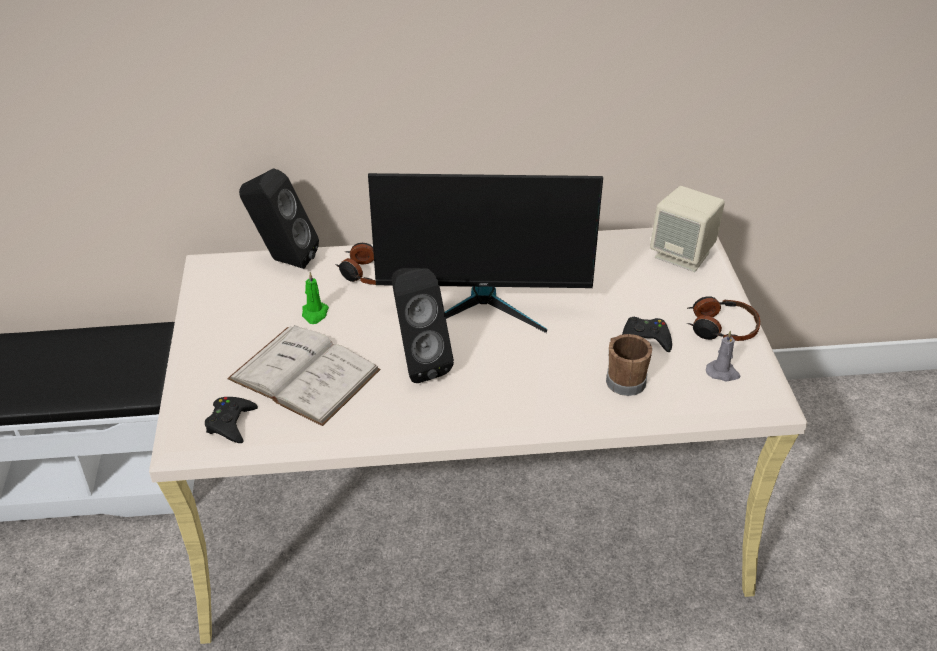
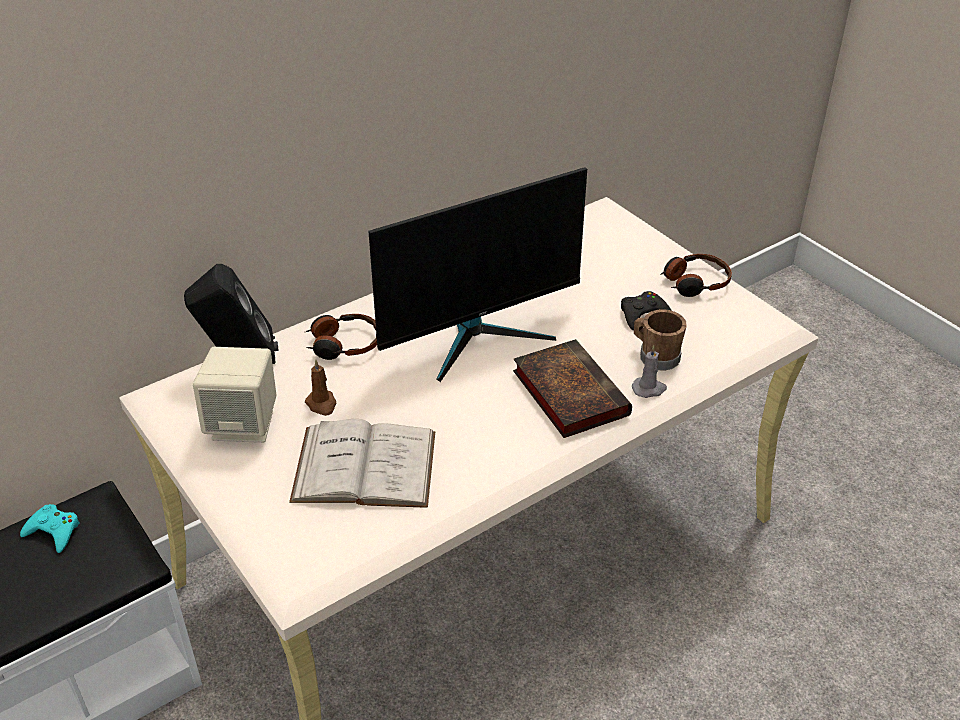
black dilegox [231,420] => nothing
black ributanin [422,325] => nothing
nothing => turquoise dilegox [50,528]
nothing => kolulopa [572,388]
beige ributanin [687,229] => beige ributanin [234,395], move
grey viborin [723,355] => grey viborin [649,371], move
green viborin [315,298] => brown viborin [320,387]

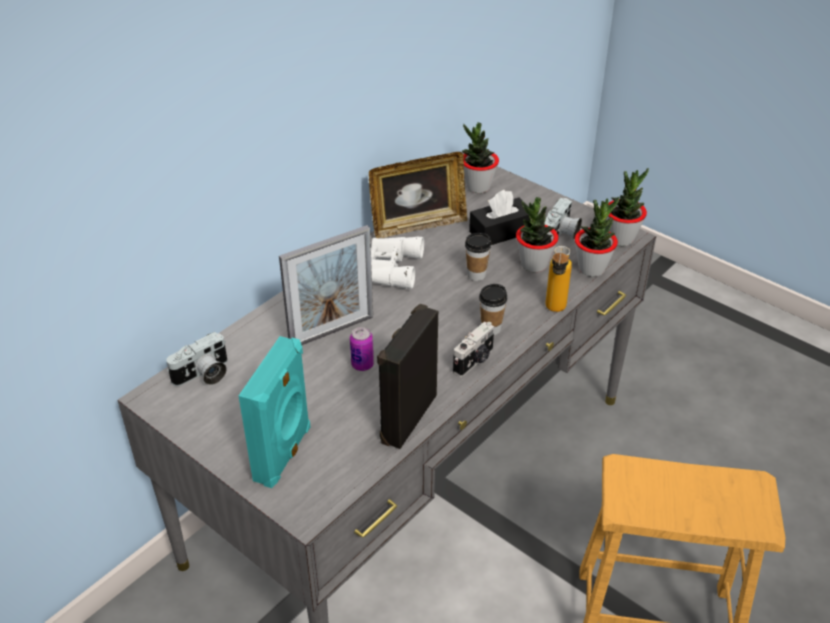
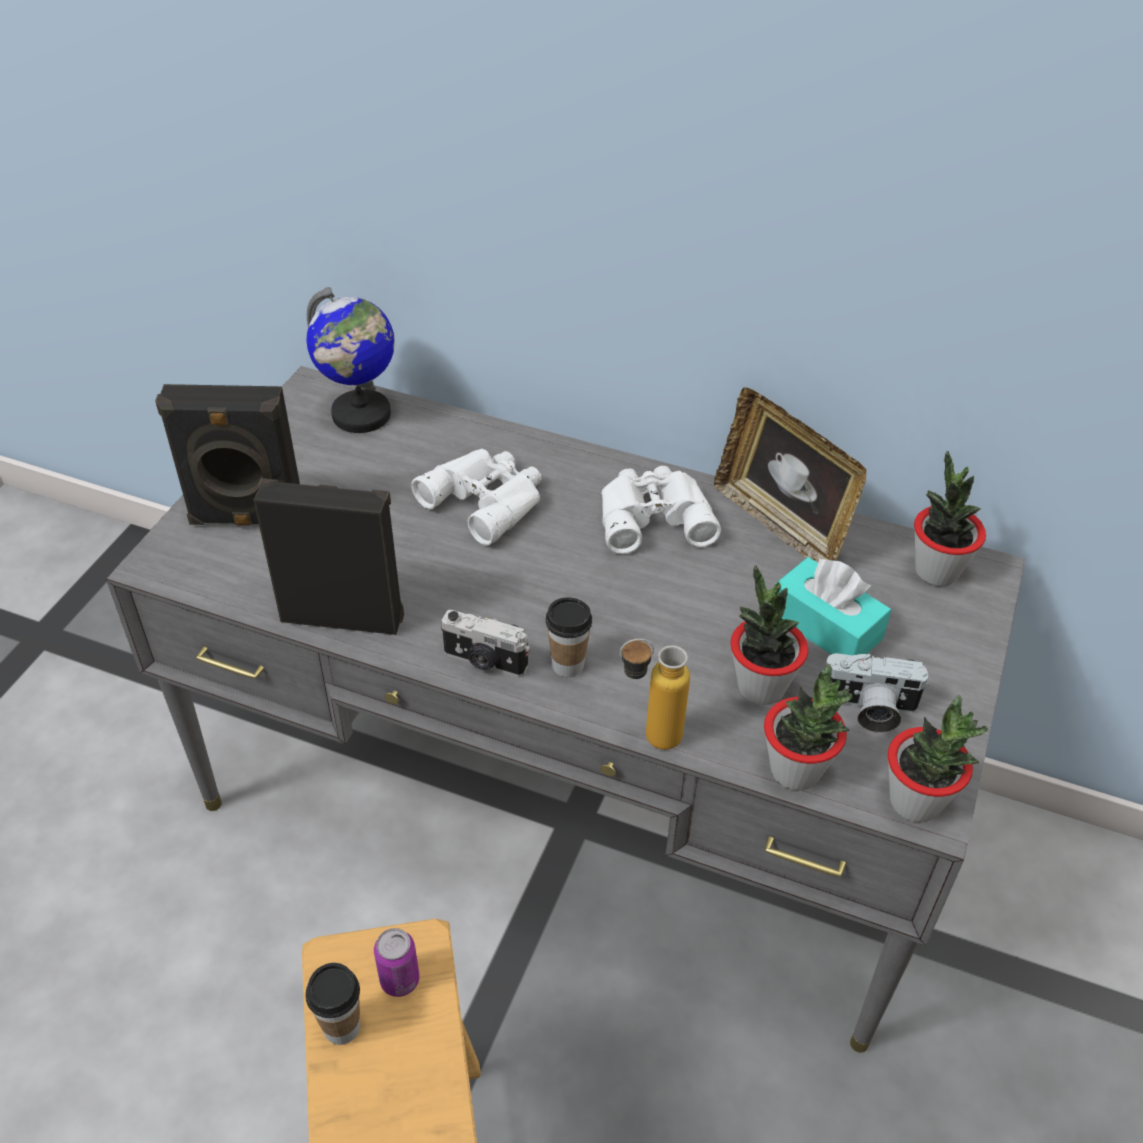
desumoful [362,349] => desumoful [396,962], move
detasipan [478,257] => detasipan [333,1004], move
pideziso [196,359] => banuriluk [350,360]
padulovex [326,285] => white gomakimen [476,497]
turquoise ributanin [275,412] => black ributanin [227,455]
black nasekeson [499,217] => turquoise nasekeson [833,606]

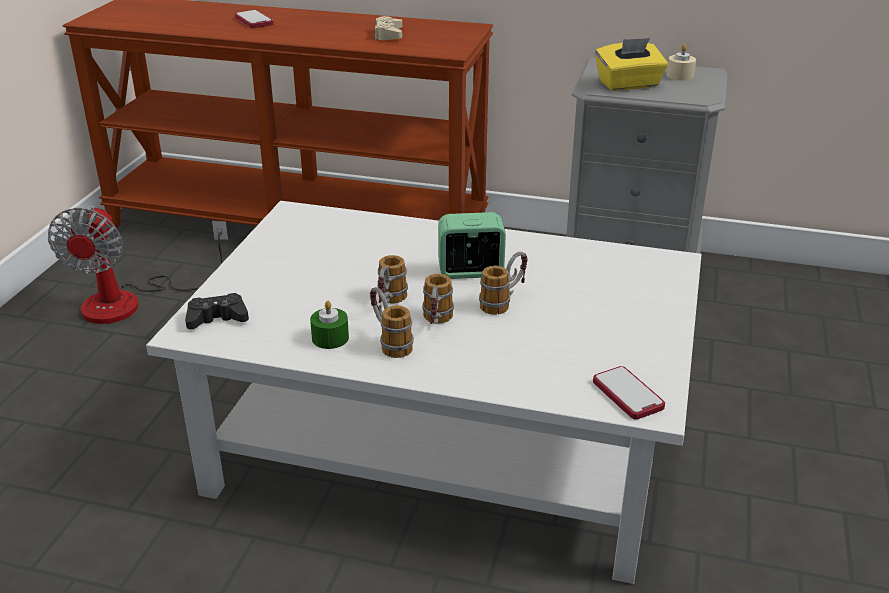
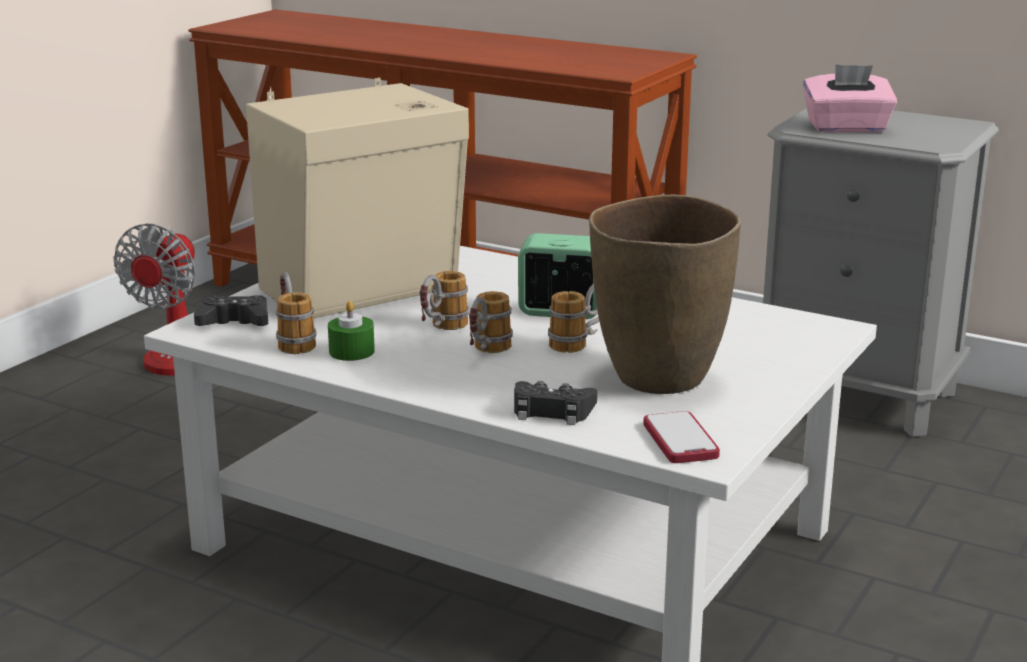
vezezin [254,19] => nothing
beige dilegox [388,28] => nothing
beige viborin [681,62] => nothing
nothing => beige ributanin [357,198]
nothing => black dilegox [555,403]
nothing => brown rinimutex [665,294]
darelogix [392,322] => darelogix [296,313], move
yellow nasekeson [631,64] => pink nasekeson [850,98]

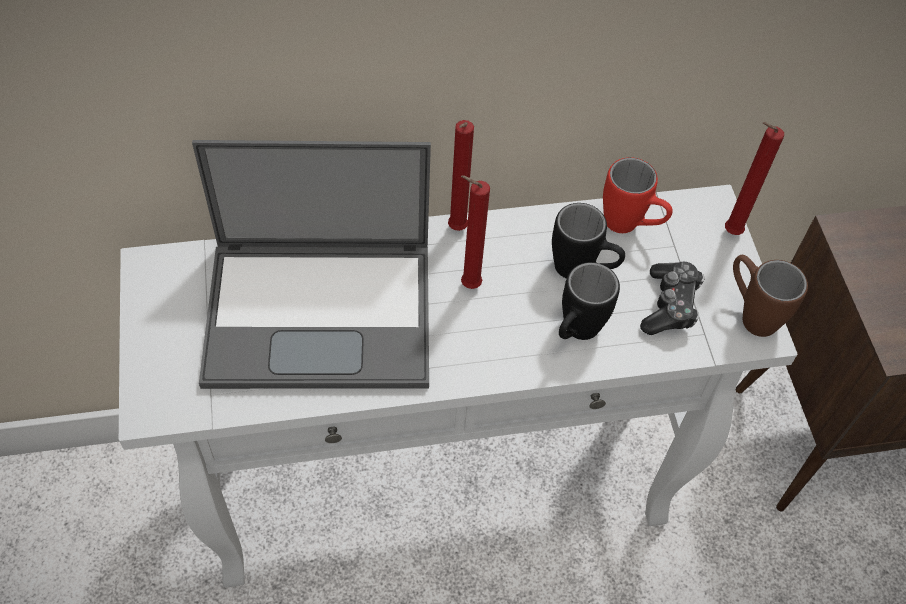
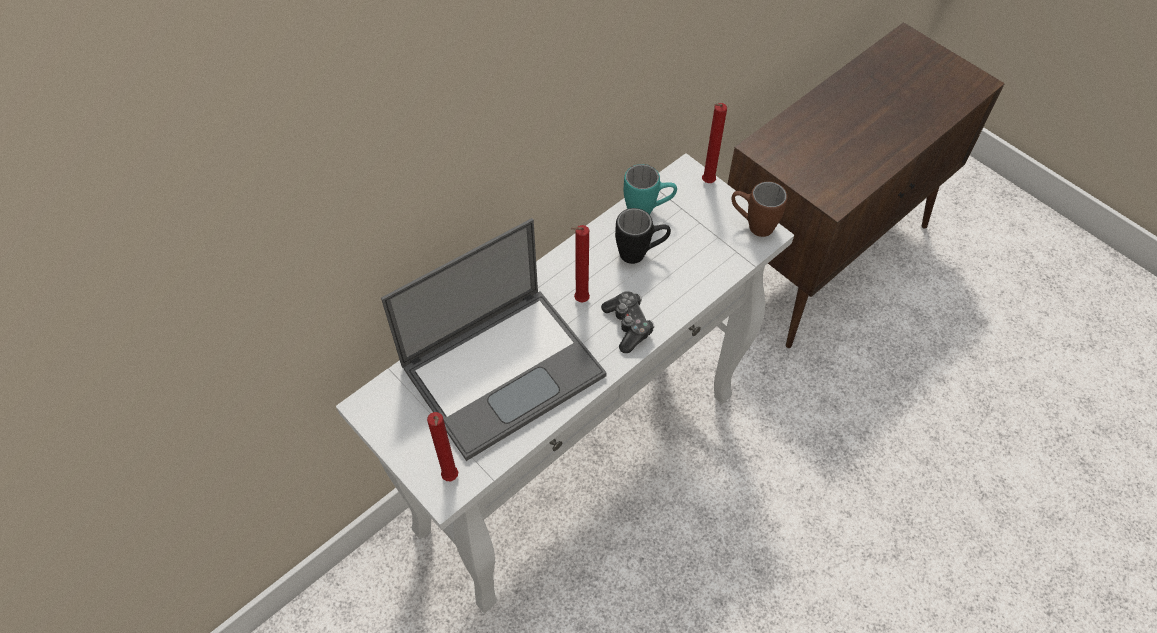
black darelogix [589,301] => nothing
red viborin [461,175] => red viborin [442,446], move
dilegox [672,298] => dilegox [627,322], move
red darelogix [638,195] => turquoise darelogix [650,189]

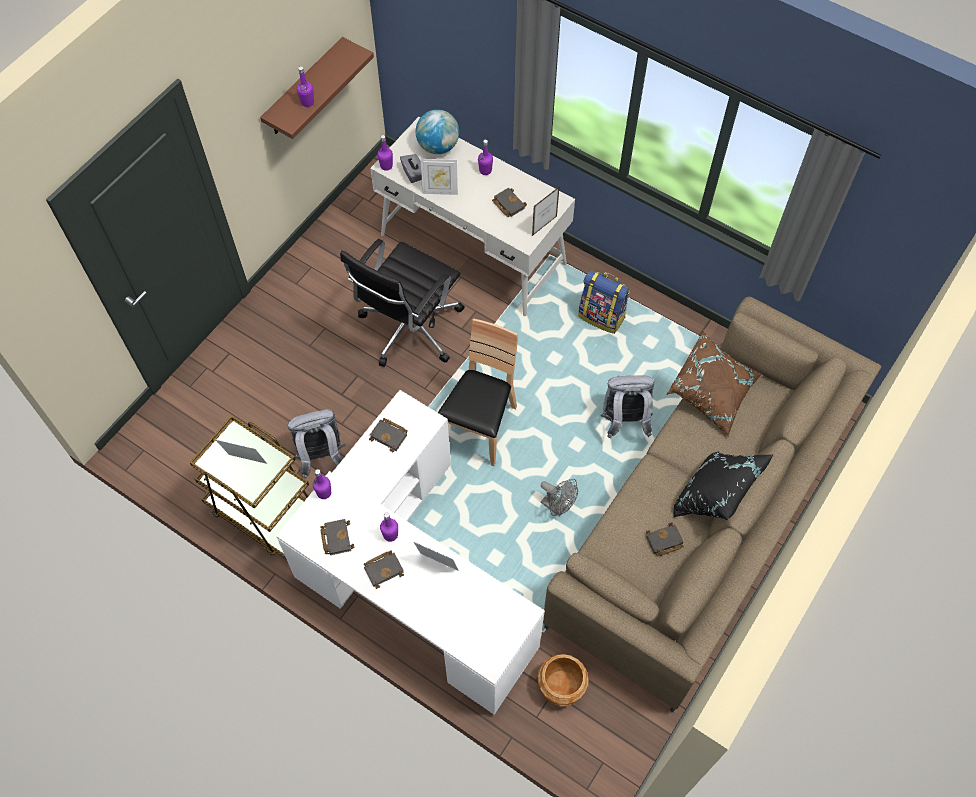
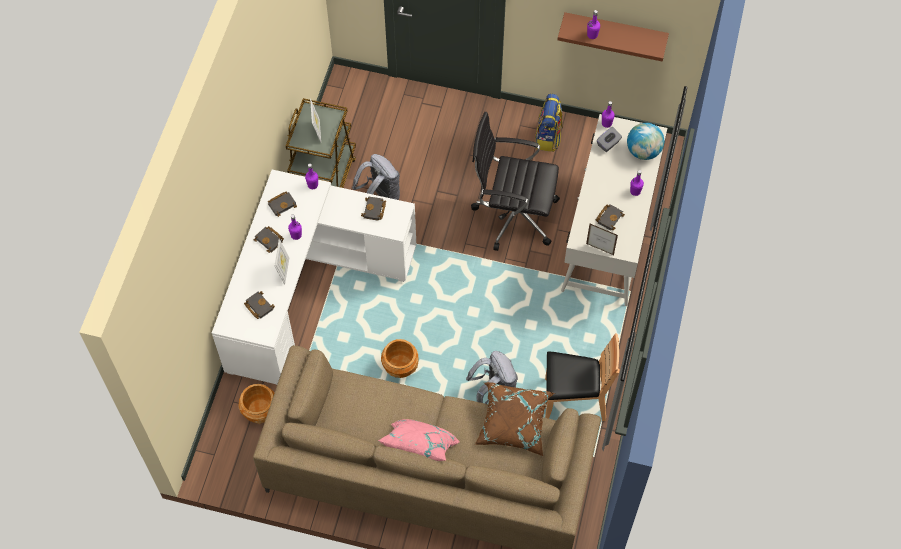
padulovex [439,177] => nothing
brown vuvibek [478,392] => brown vuvibek [582,377], move
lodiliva [604,302] => lodiliva [549,123], move
black kolulopa [665,539] => black kolulopa [259,305], move
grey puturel [559,497] => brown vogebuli [400,358]
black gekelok [724,486] => pink gekelok [418,440]

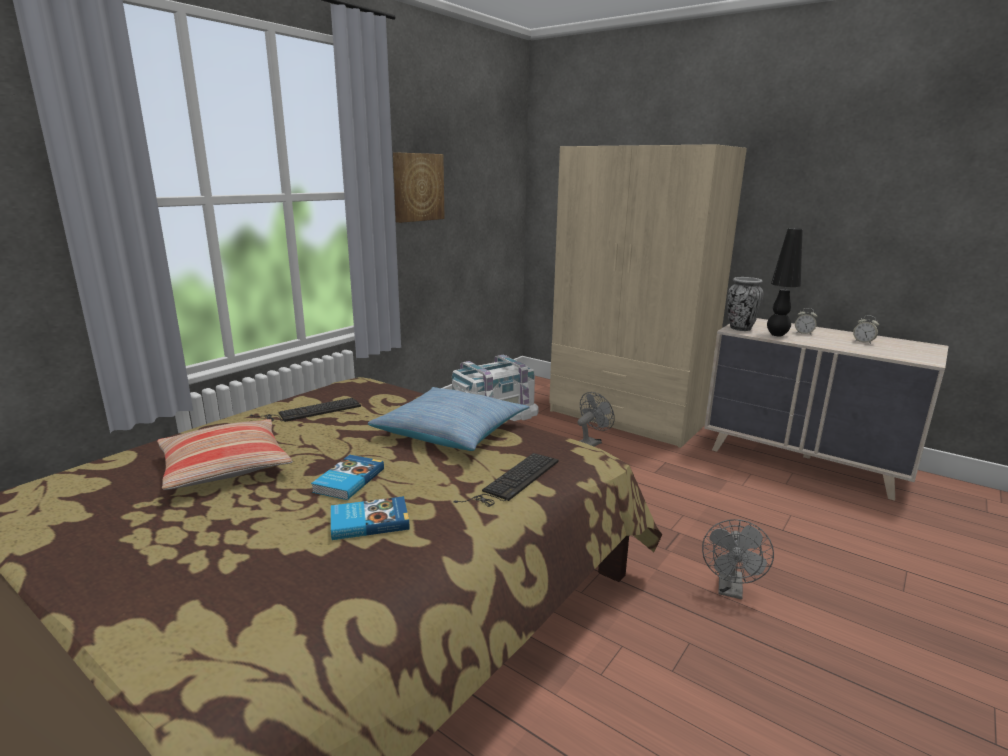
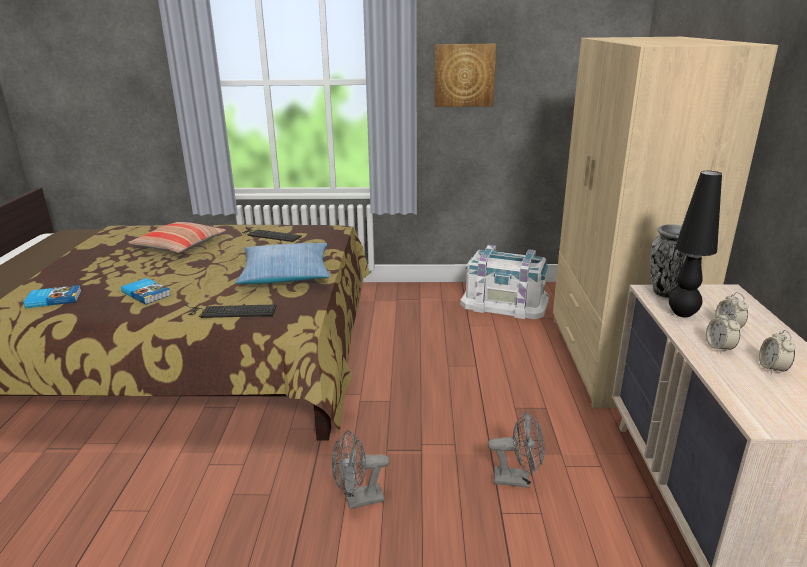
nothing => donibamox [723,332]
kolulopa [347,477] => kolulopa [52,296], move
grey puturel [596,419] => grey puturel [516,450], move

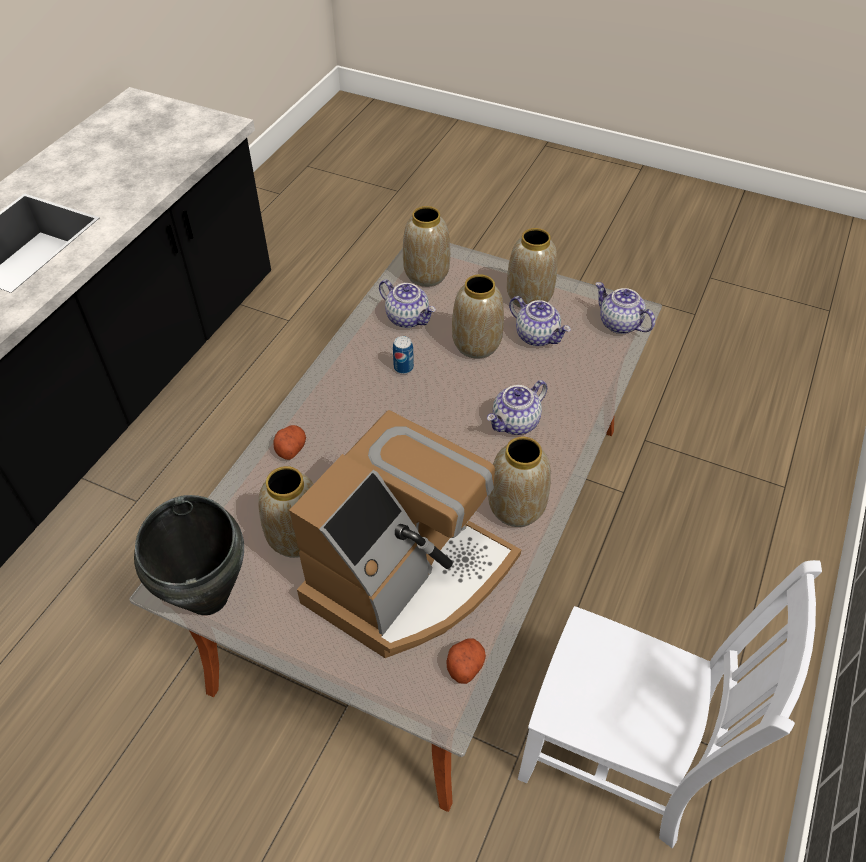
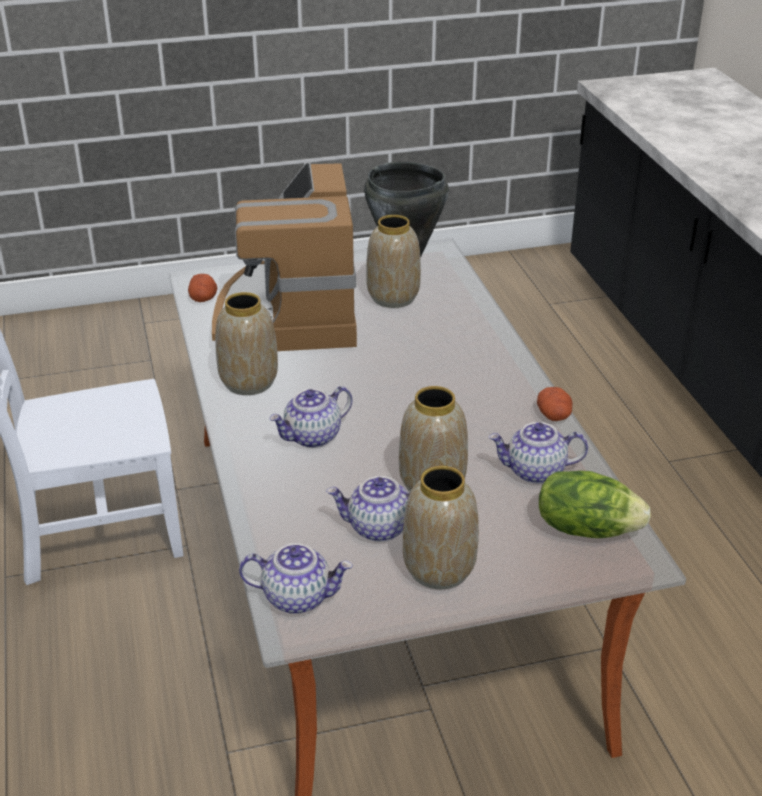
desumoful [403,355] => nothing
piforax [290,442] => piforax [554,404], move
rinimutex [426,246] => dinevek [595,504]
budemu [517,407] => budemu [310,417], 135 degrees counterclockwise

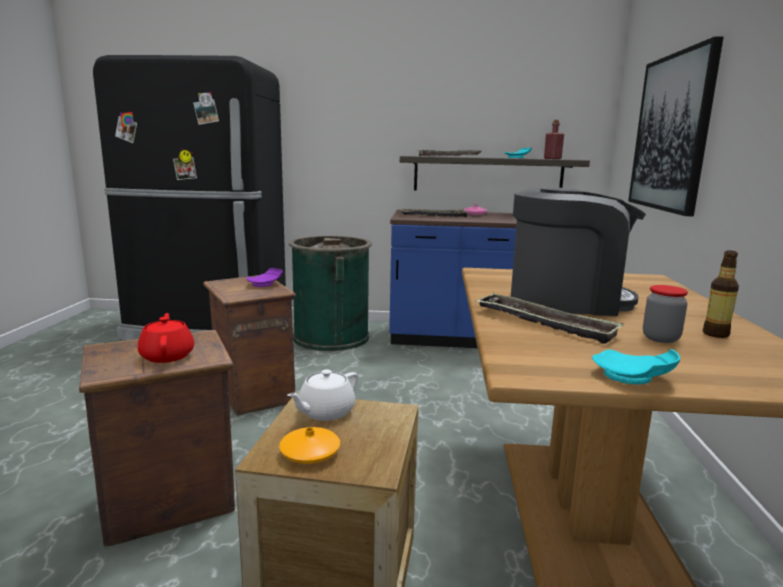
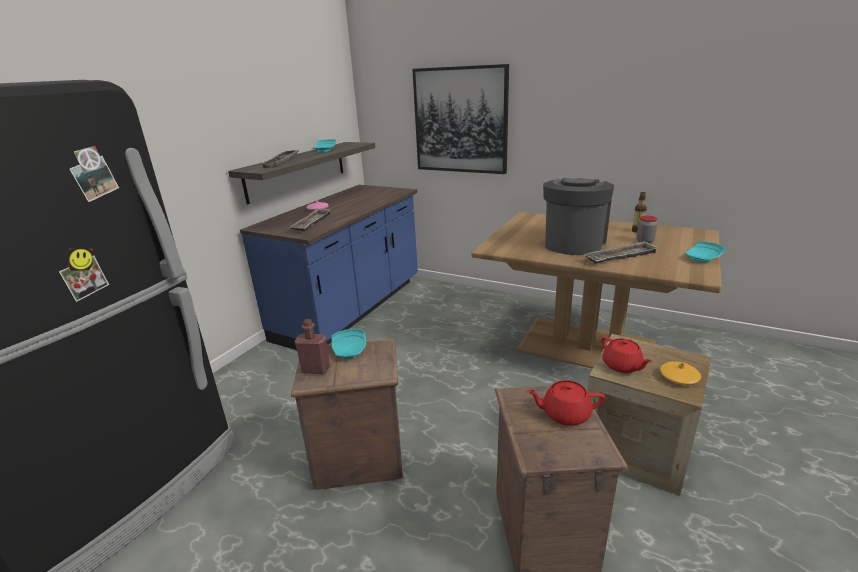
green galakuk [330,293] => nothing
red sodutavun [554,139] => red sodutavun [312,346], move
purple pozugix [264,277] => turquoise pozugix [348,344]
white budemu [322,395] => red budemu [627,354]

